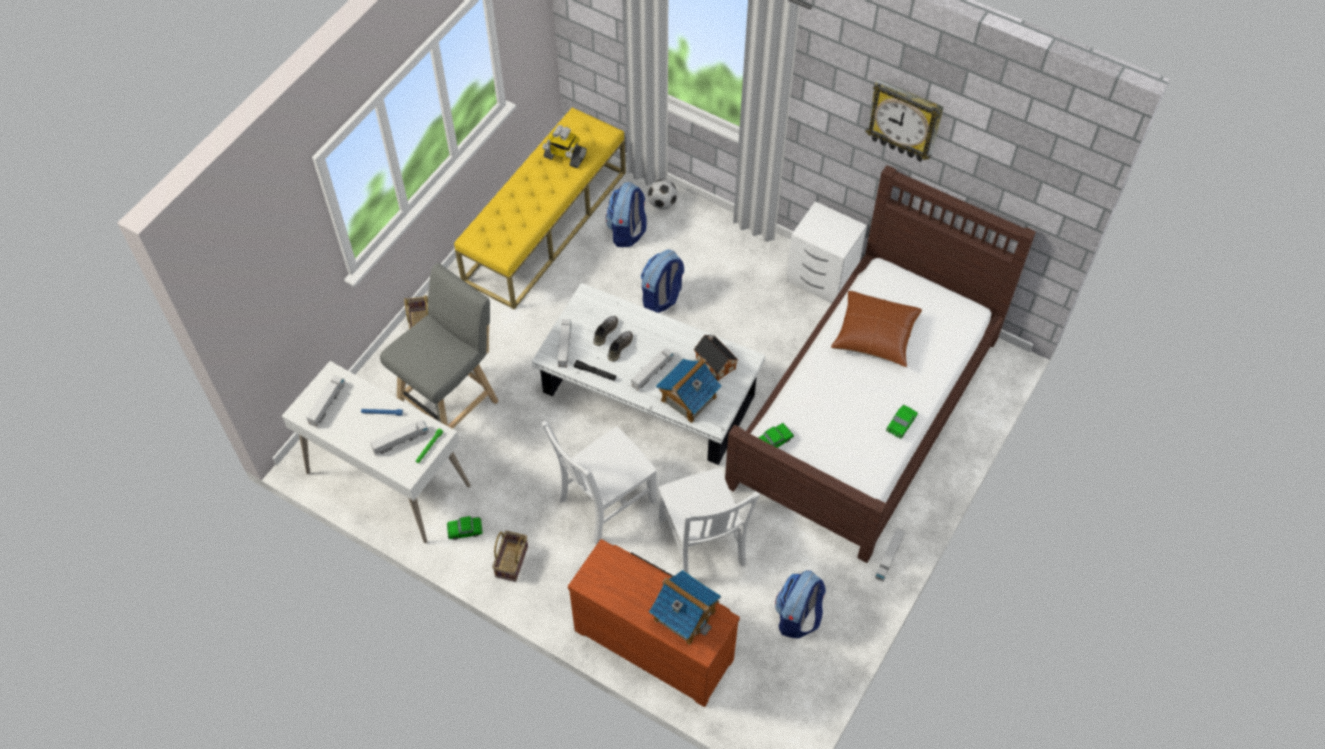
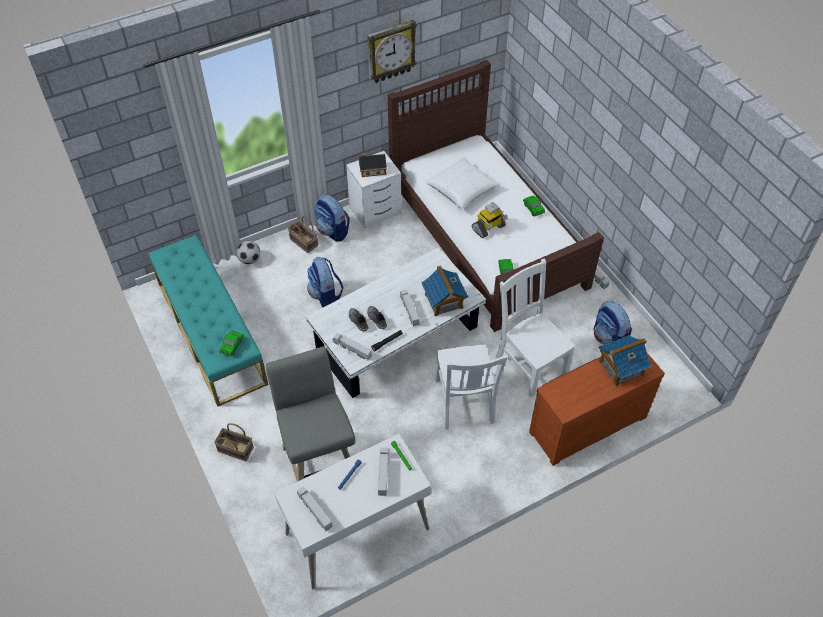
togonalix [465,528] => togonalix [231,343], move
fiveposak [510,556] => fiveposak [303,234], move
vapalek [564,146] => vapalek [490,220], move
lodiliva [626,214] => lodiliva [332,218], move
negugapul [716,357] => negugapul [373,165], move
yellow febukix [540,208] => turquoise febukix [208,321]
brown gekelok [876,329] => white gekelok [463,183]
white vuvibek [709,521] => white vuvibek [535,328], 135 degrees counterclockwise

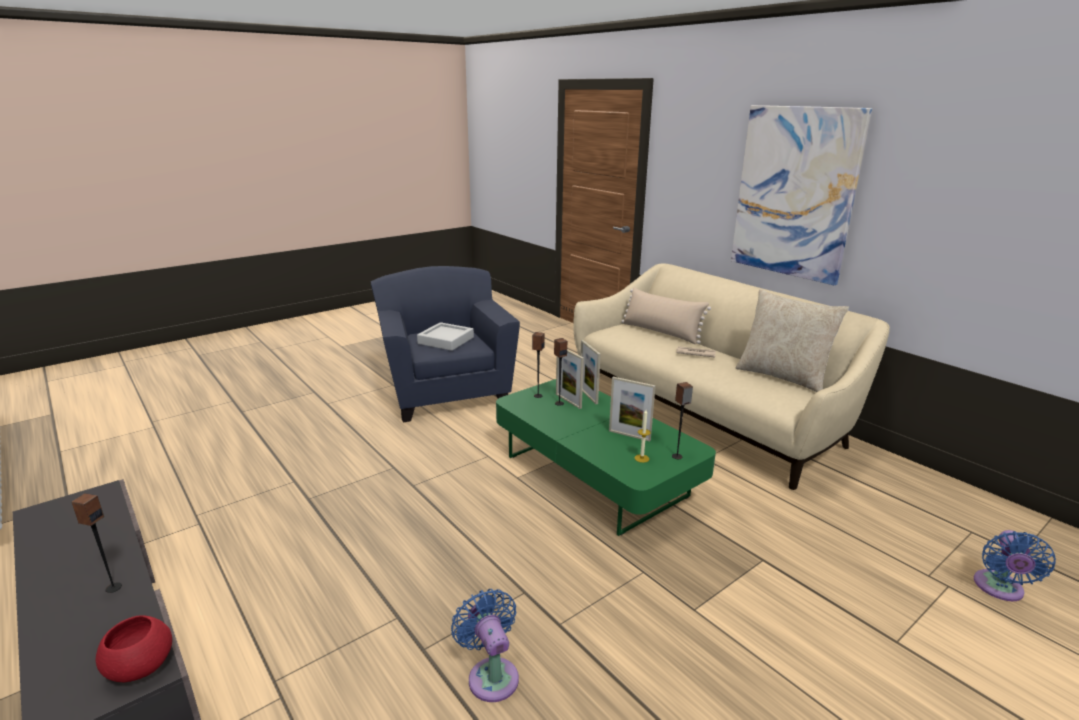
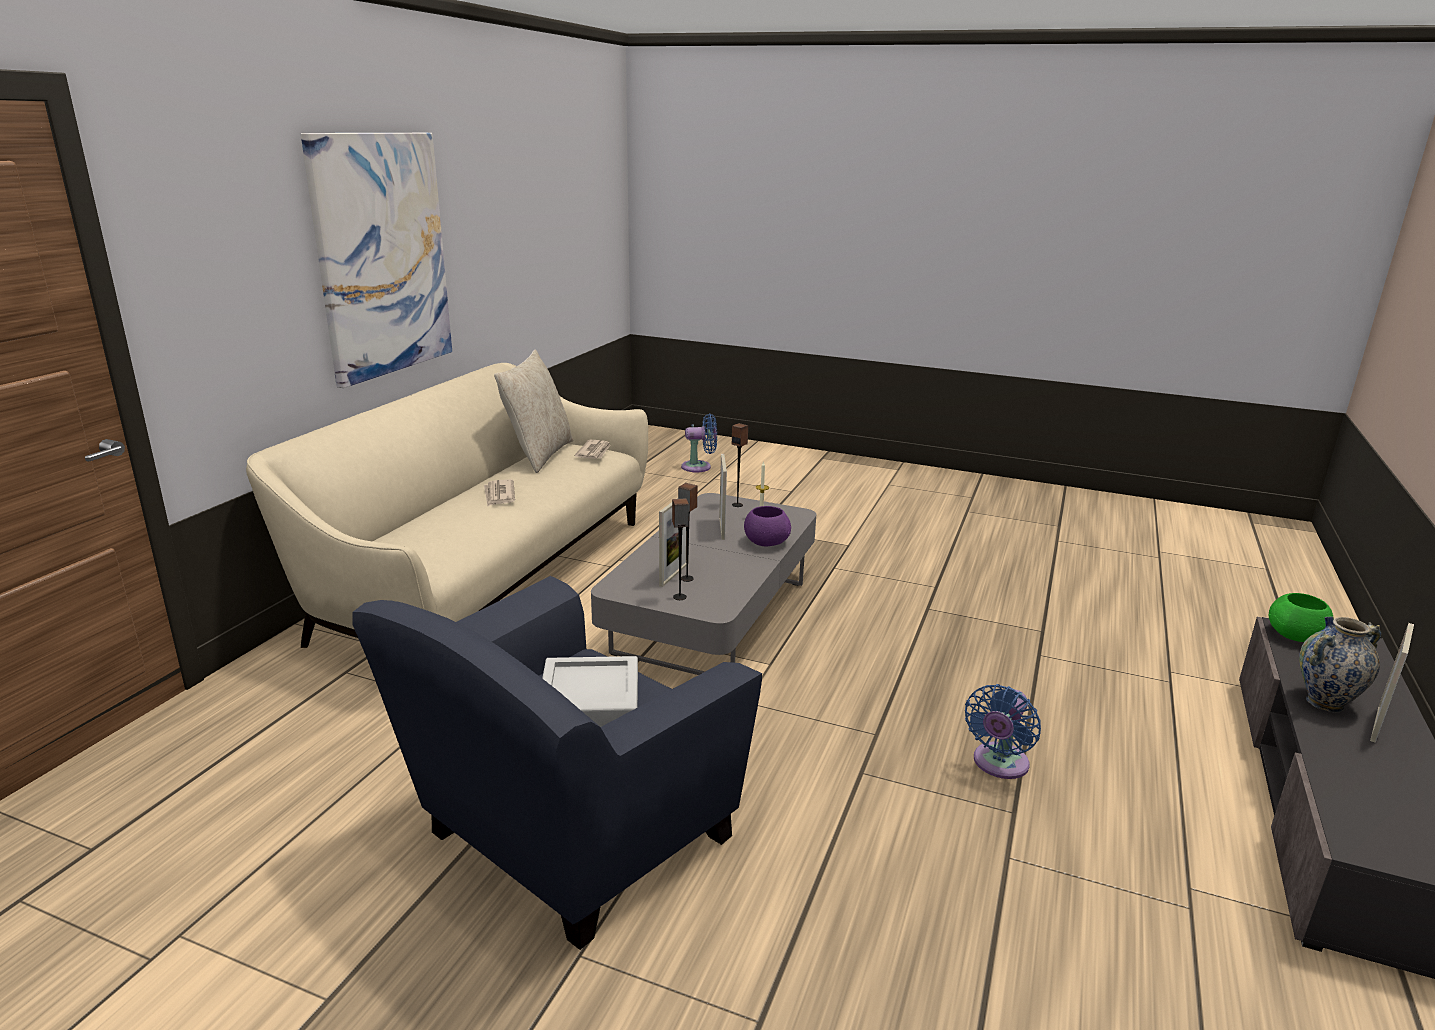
beige gekelok [666,315] => nothing
nothing => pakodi [593,449]
nothing => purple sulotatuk [767,526]
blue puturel [485,645] => blue puturel [1003,731], move
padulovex [590,372] => padulovex [1392,683], move
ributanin [96,543] => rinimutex [1340,664]
red sulotatuk [134,649] => green sulotatuk [1301,617]
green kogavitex [606,457] => grey kogavitex [703,584]

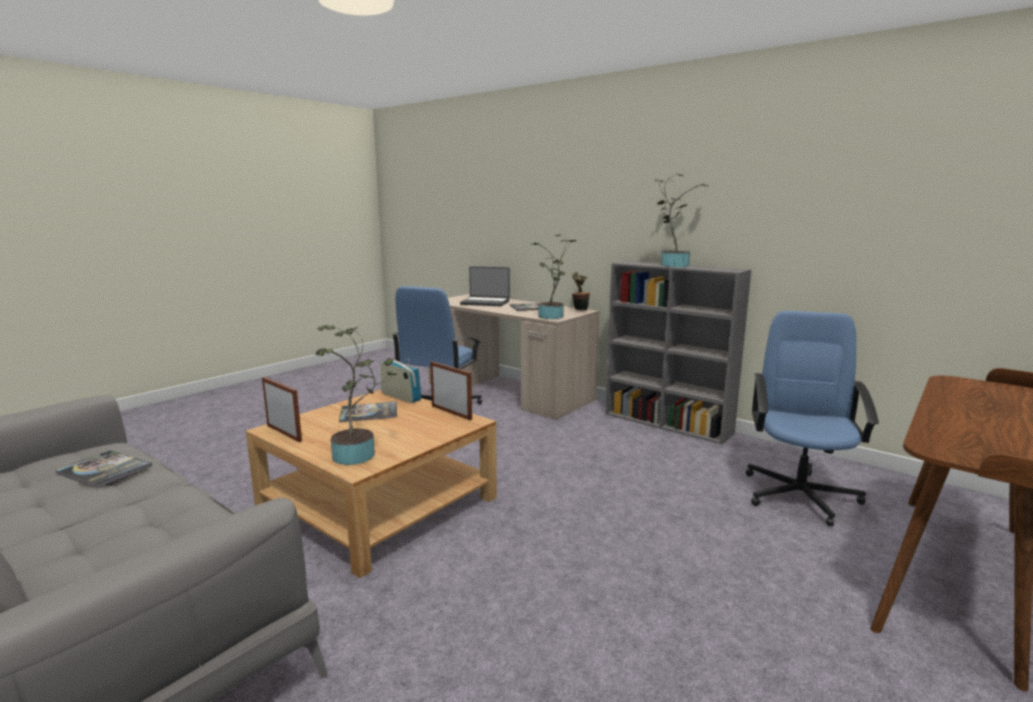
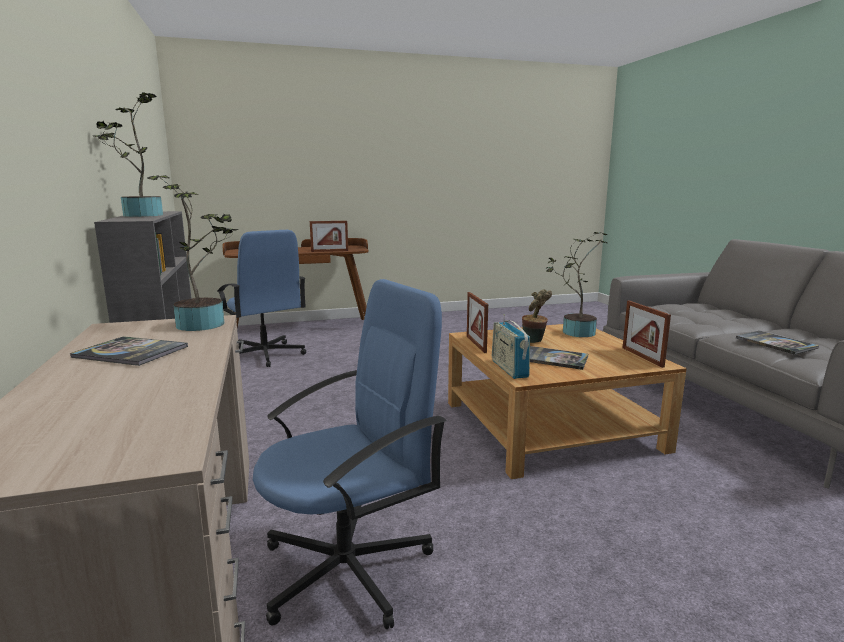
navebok [485,286] => nothing
nothing => padulovex [329,236]
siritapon [581,291] => siritapon [537,316], move
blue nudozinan [812,419] => blue nudozinan [261,298], 90 degrees counterclockwise

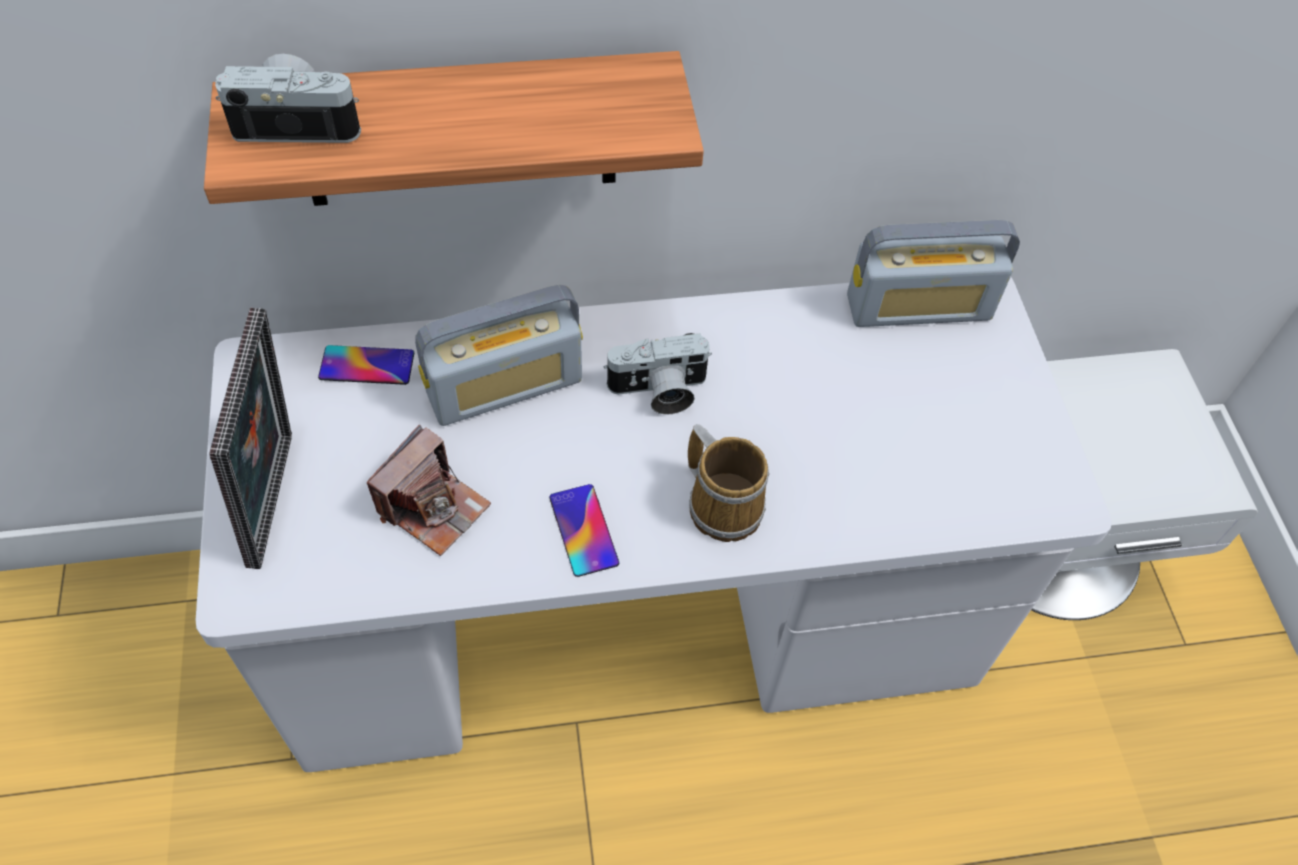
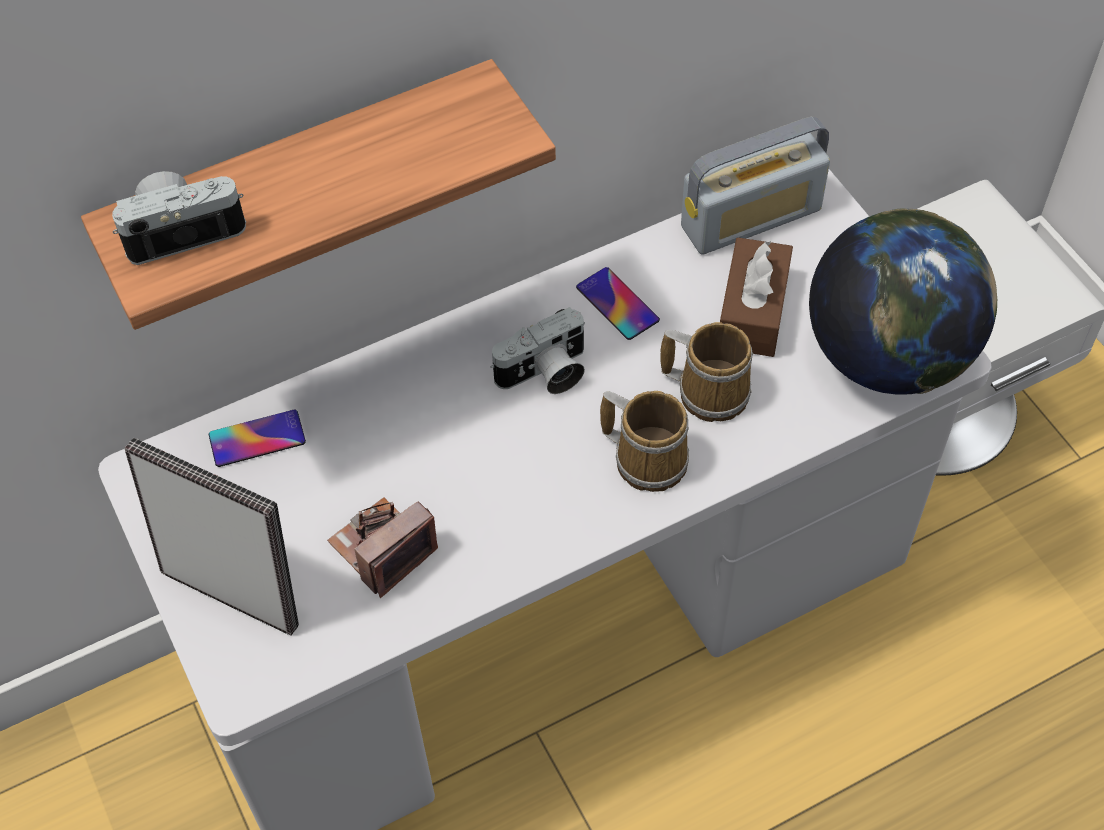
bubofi [499,355] => nothing
nothing => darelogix [706,372]
nothing => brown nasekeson [756,297]
nothing => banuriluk [903,301]
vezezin [584,530] => vezezin [618,303], move
padulovex [250,438] => padulovex [212,537], 45 degrees counterclockwise
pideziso [429,490] => pideziso [382,547], 150 degrees counterclockwise

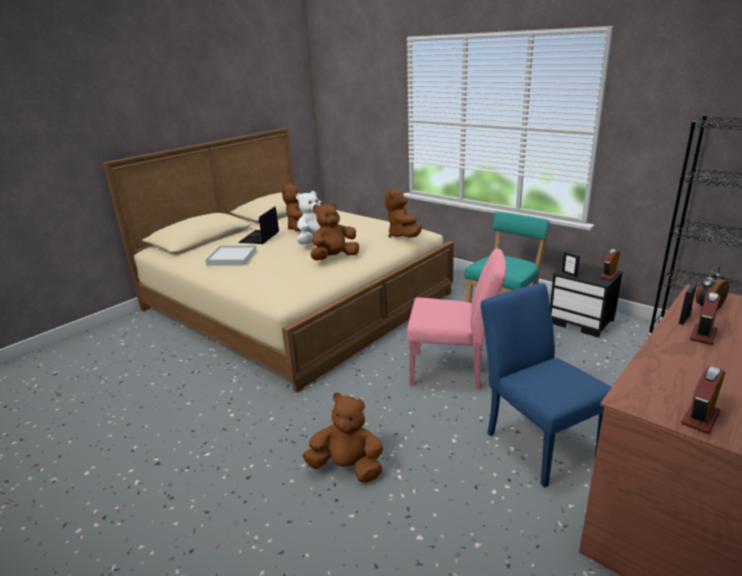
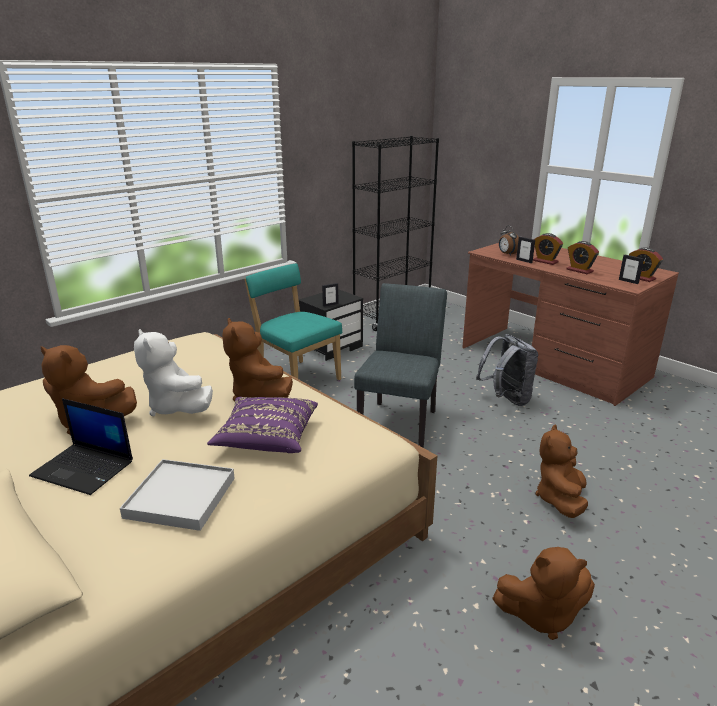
nothing => purple gekelok [262,425]
nothing => padulovex [631,269]
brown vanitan [403,212] => brown vanitan [543,593], move
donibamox [610,264] => donibamox [582,257], move
blue vuvibek [546,385] => grey lodiliva [507,370]
pink vuvibek [456,319] => grey vuvibek [400,365]

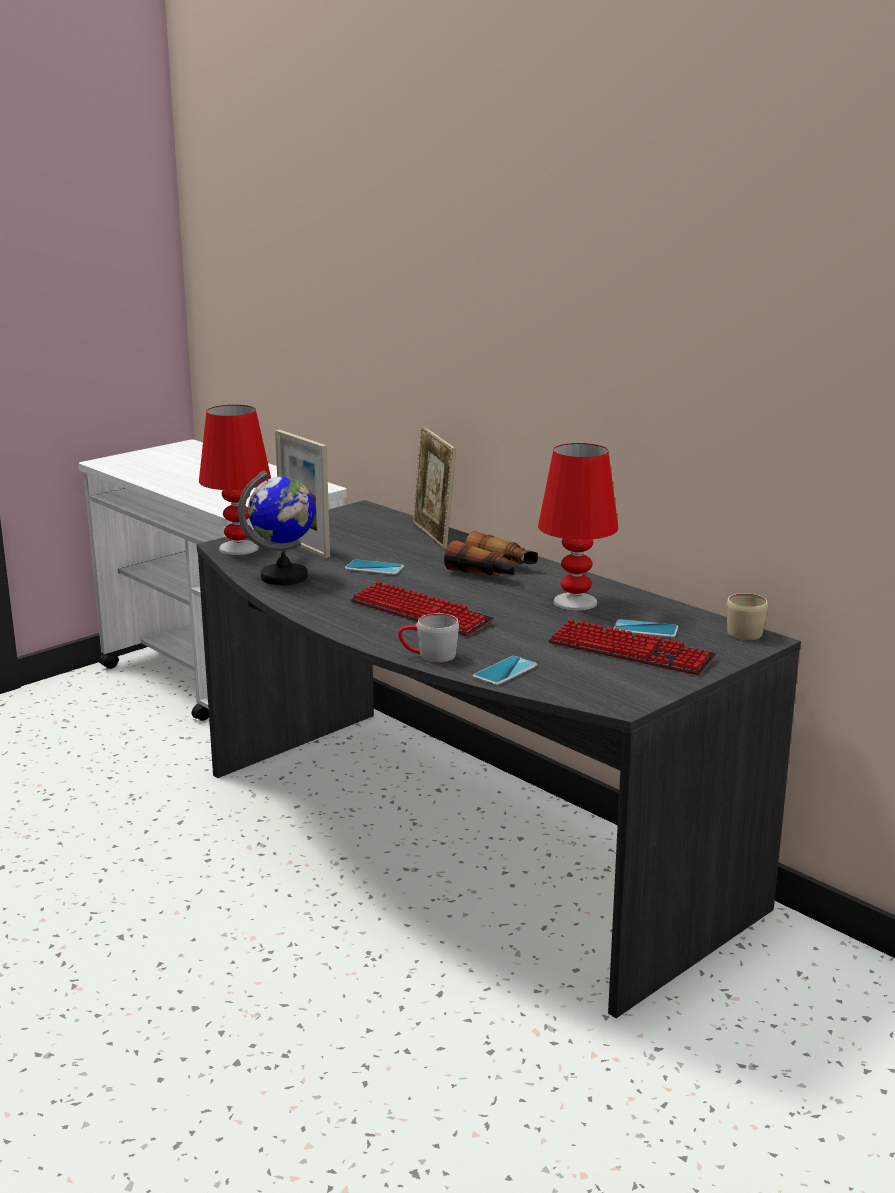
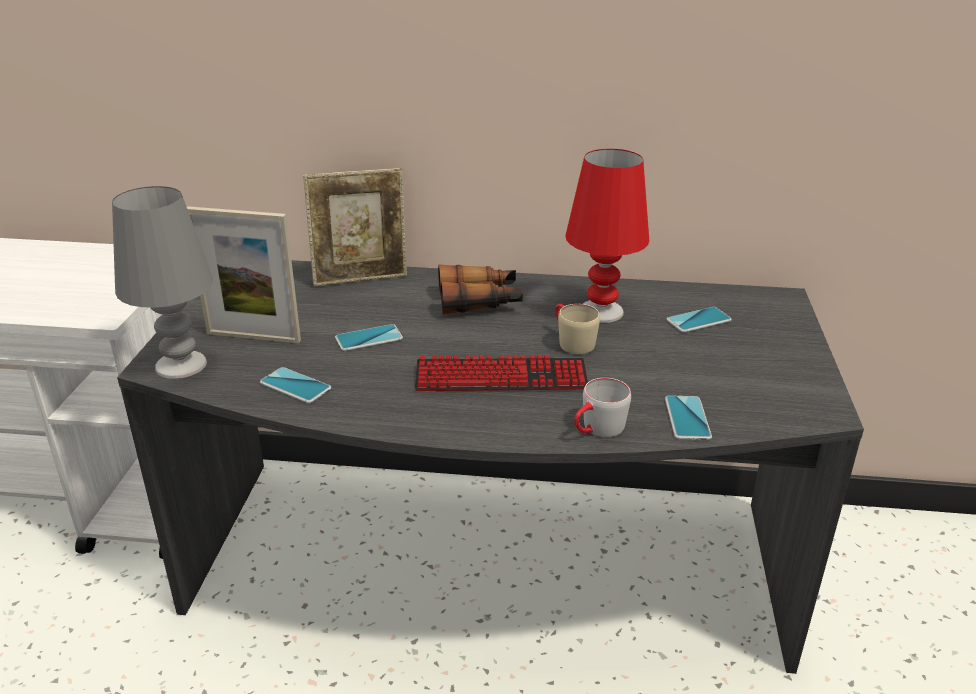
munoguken [632,647] => nothing
beige darelogix [747,616] => beige darelogix [578,329], move
banuriluk [276,527] => vezezin [295,385]
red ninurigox [235,480] => grey ninurigox [162,282]
padulovex [434,487] => padulovex [355,227], 45 degrees counterclockwise

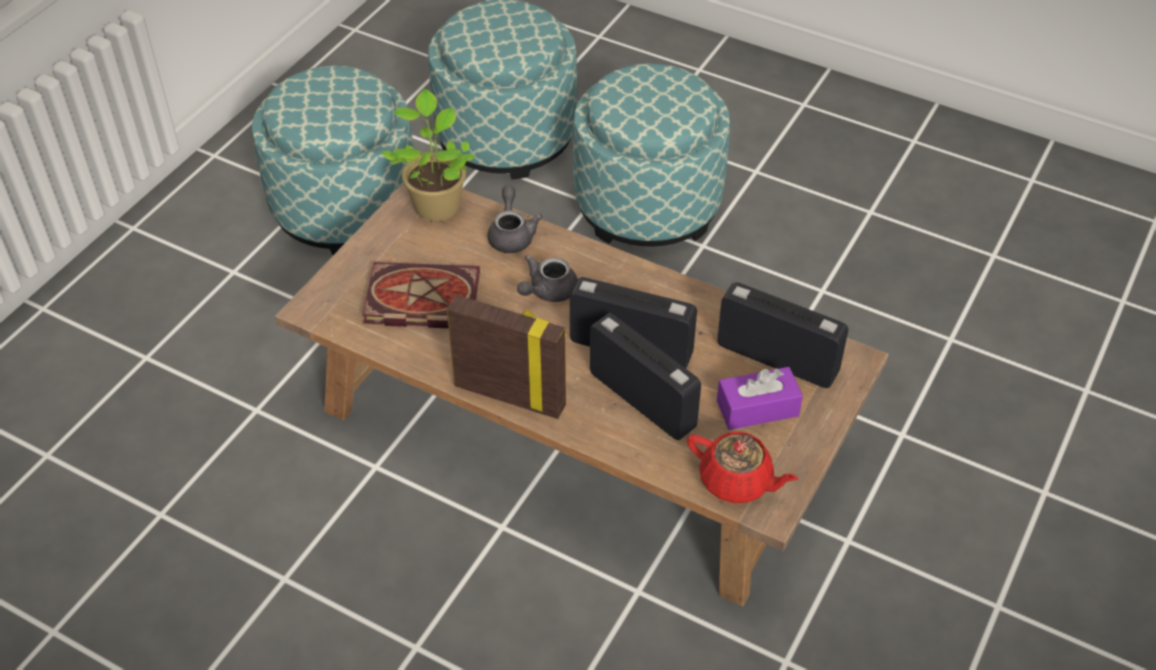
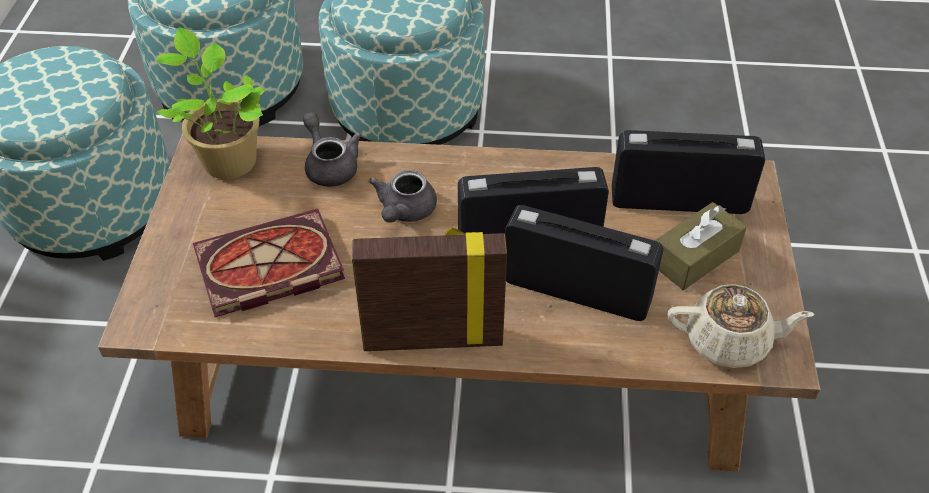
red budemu [742,467] => beige budemu [741,326]
purple nasekeson [760,398] => brown nasekeson [701,246]

